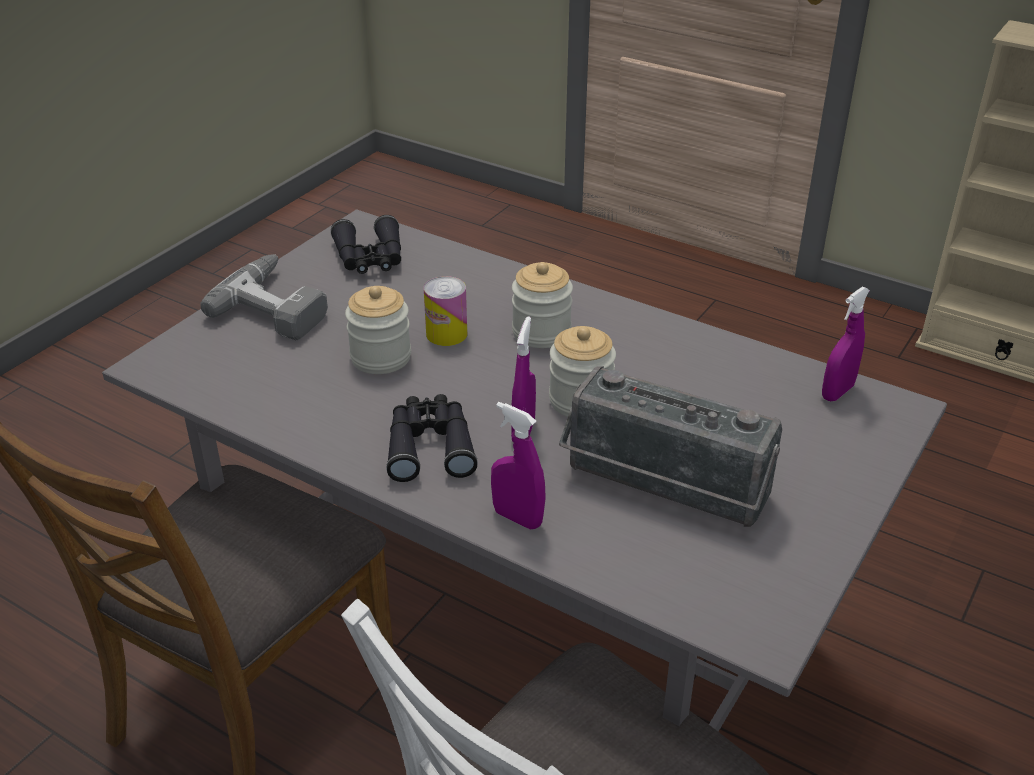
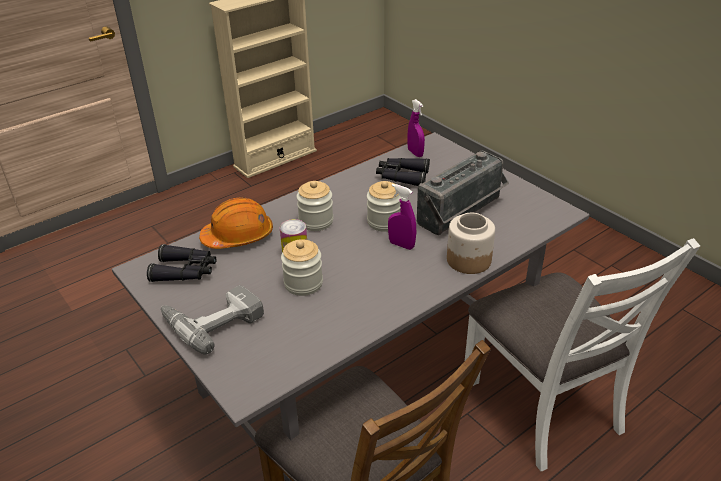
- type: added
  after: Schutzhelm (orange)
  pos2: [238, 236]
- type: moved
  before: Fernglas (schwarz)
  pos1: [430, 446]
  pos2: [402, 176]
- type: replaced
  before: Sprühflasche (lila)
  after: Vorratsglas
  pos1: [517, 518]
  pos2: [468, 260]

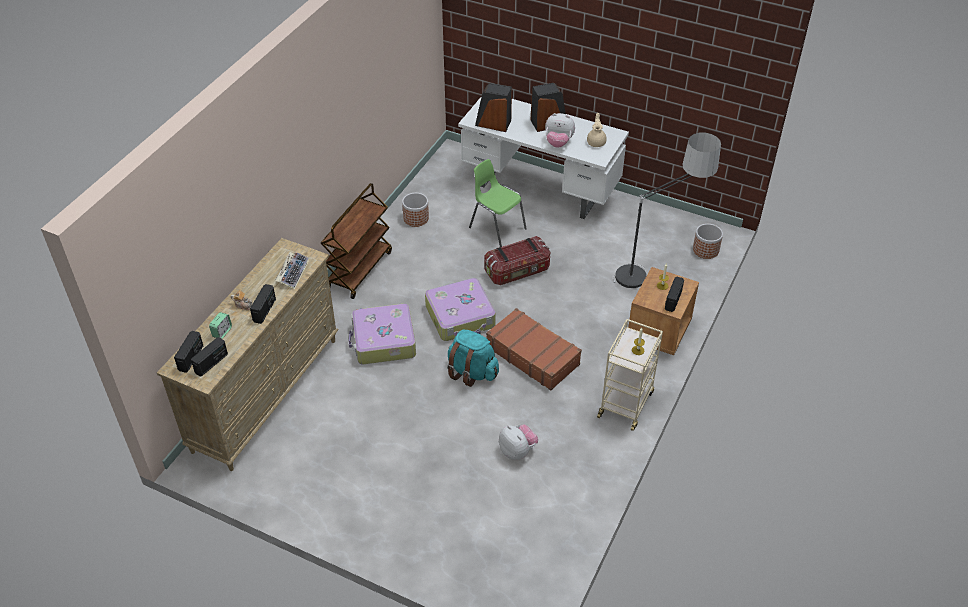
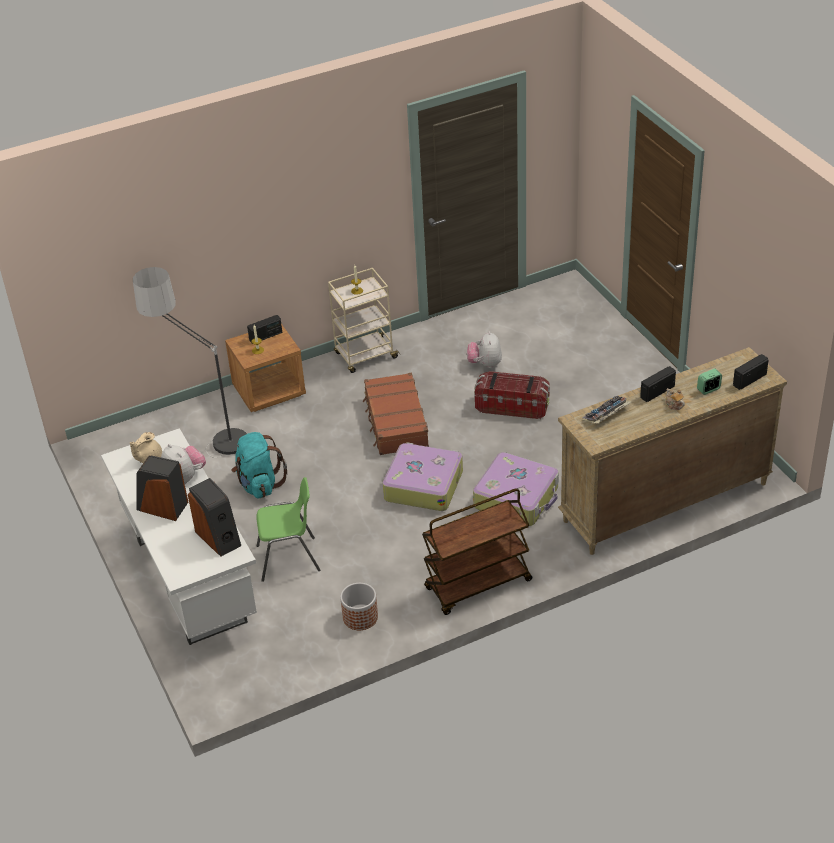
- type: moved
  before: Rucksack (türkis)
  pos1: [472, 372]
  pos2: [259, 484]
- type: turned
  before: Stuhl (grün)
  pos1: [497, 228]
  pos2: [289, 559]
  turn: -90
- type: moved
  before: Aufbewahrungsbox
  pos1: [517, 271]
  pos2: [512, 406]
- type: removed
  before: Radio
  pos1: [211, 363]
- type: removed
  before: Pflanzkübel
  pos1: [705, 250]

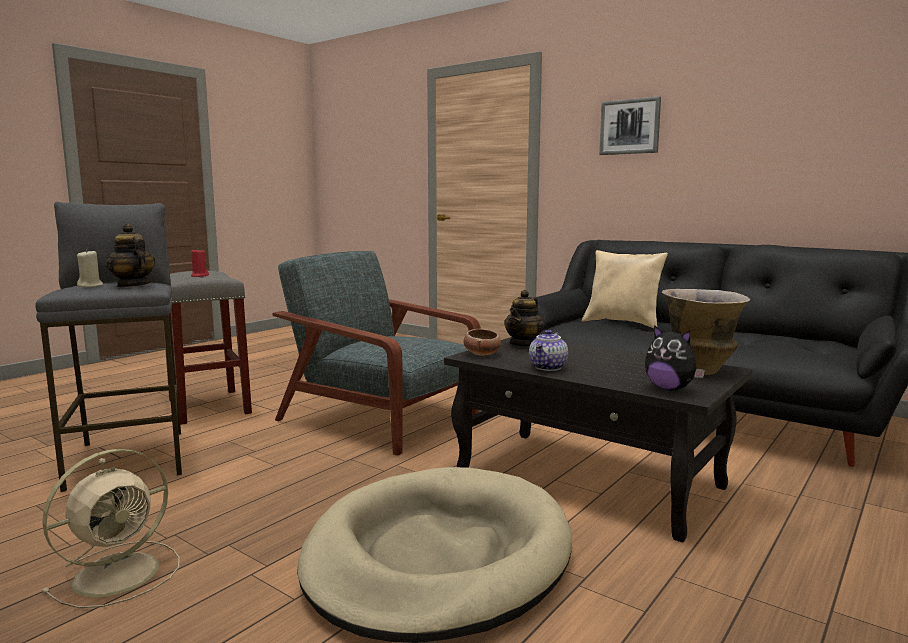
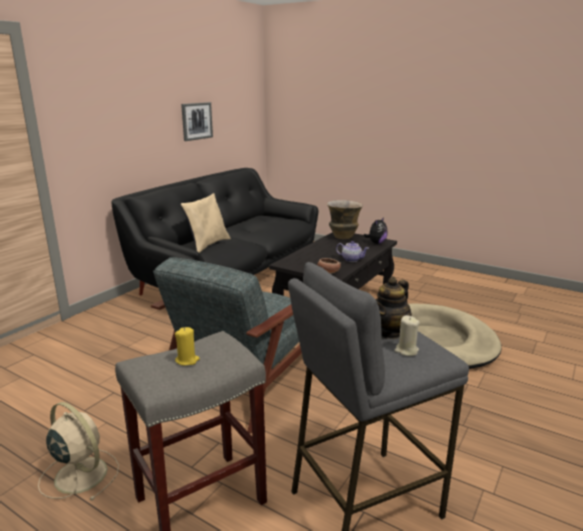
- type: moved
  before: Ventilator (beige)
  pos1: [120, 572]
  pos2: [79, 474]
- type: recoloured
  before: Kerze (rot)
  after: Kerze (gelb)
  pos1: [199, 276]
  pos2: [187, 360]
- type: moved
  before: Bild
  pos1: [630, 127]
  pos2: [196, 121]
- type: removed
  before: Teekanne
  pos1: [524, 344]

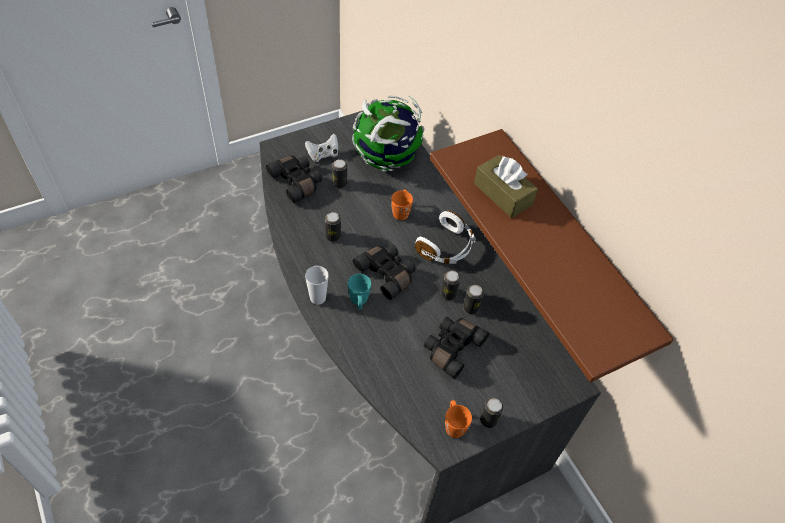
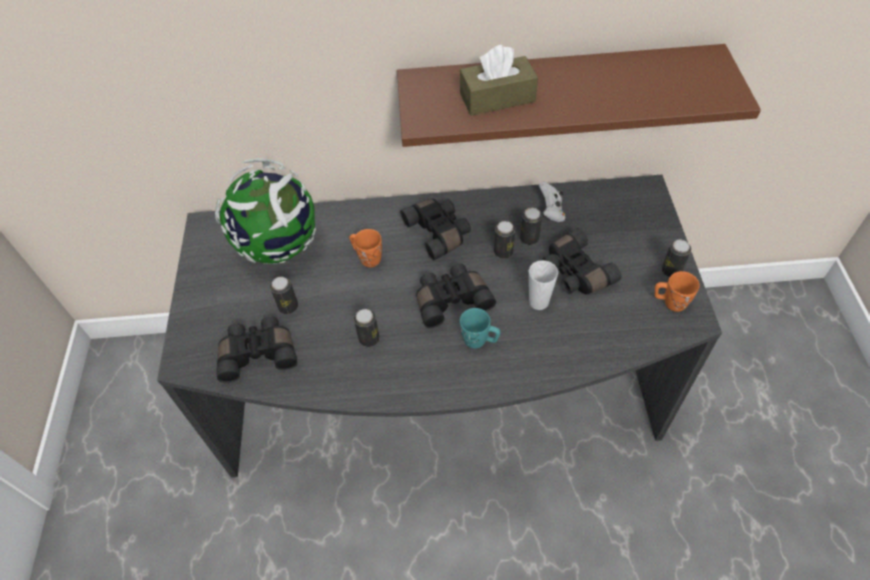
- type: replaced
  before: Kopfhörer (weiß)
  after: Fernglas (schwarz)
  pos1: [446, 247]
  pos2: [439, 232]
- type: moved
  before: Tasse
  pos1: [318, 298]
  pos2: [538, 302]
- type: moved
  before: Gamepad (weiß)
  pos1: [323, 155]
  pos2: [551, 211]

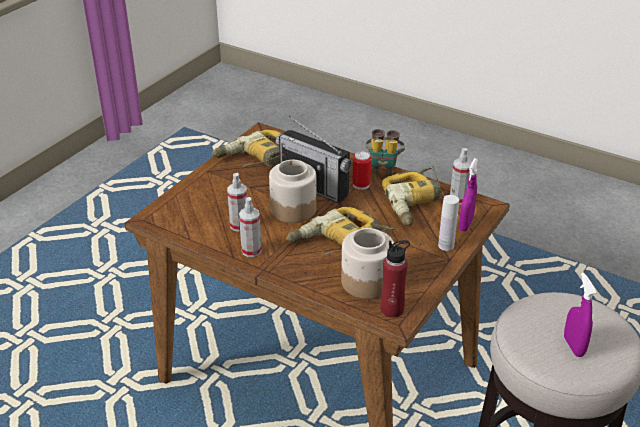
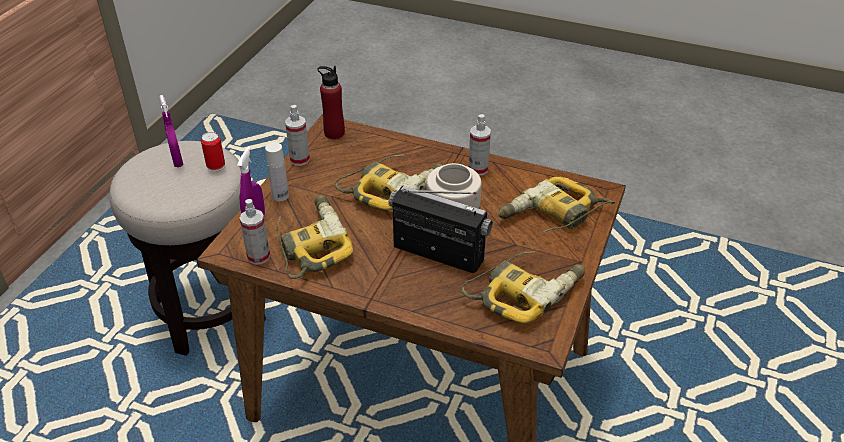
- type: moved
  before: Dose
  pos1: [361, 184]
  pos2: [216, 166]
- type: moved
  before: Sprühflasche
  pos1: [239, 225]
  pos2: [299, 159]
- type: added
  after: Bohrmaschine
  pos2: [553, 216]
- type: removed
  before: Vorratsglas
  pos1: [366, 282]
- type: removed
  before: Fernglas
  pos1: [383, 167]

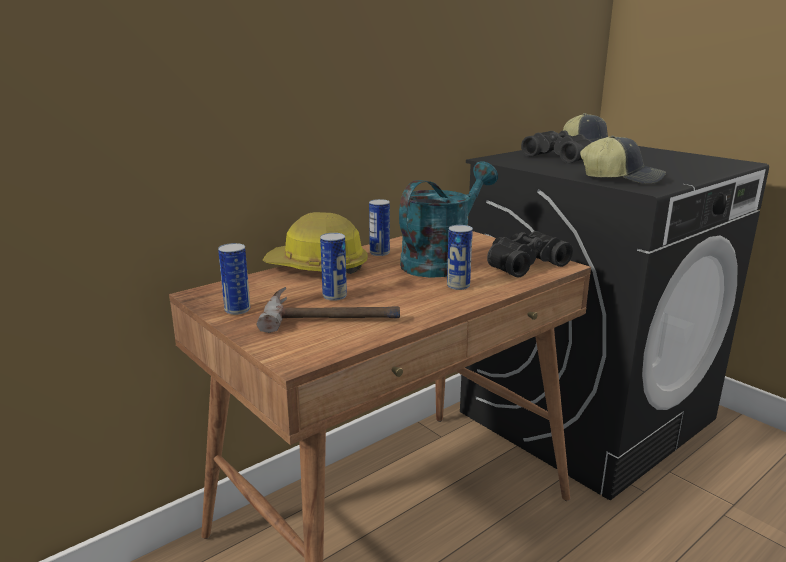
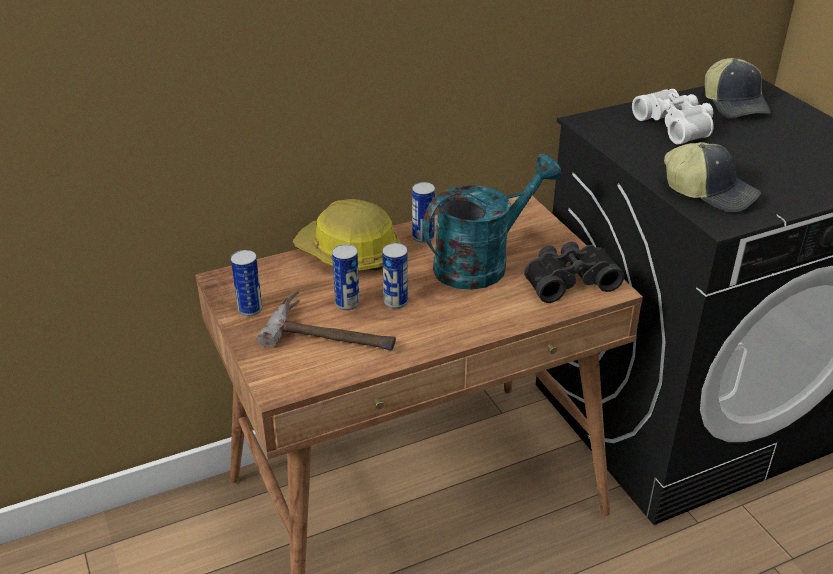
- type: moved
  before: Dose
  pos1: [458, 286]
  pos2: [395, 302]
- type: recoloured
  before: Fernglas (schwarz)
  after: Fernglas (weiß)
  pos1: [560, 157]
  pos2: [676, 126]

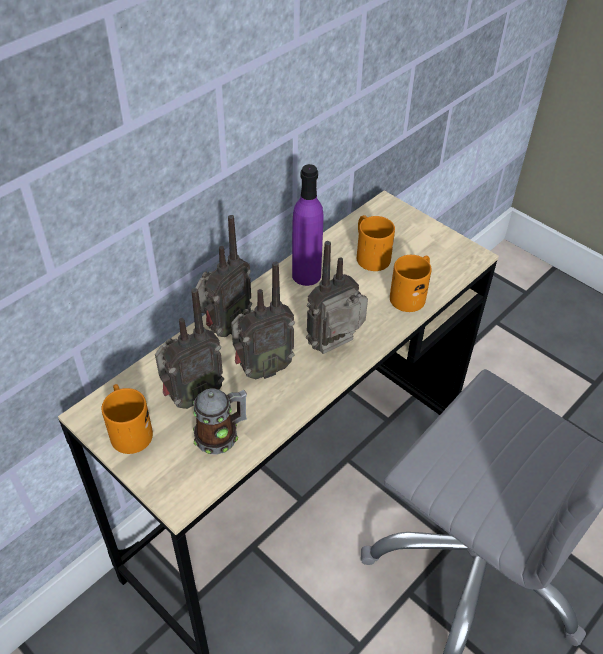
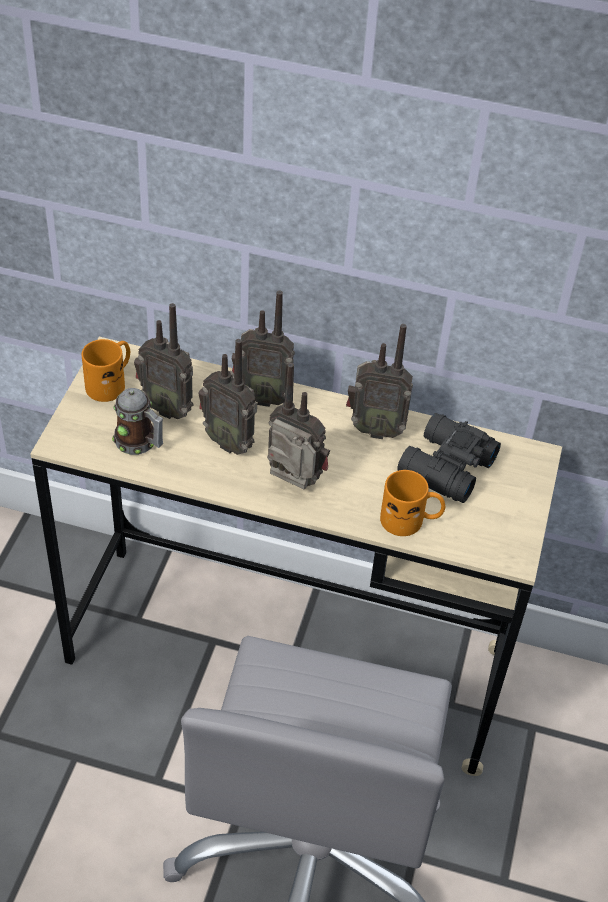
- type: replaced
  before: Flasche (lila)
  after: Radio
  pos1: [306, 275]
  pos2: [375, 428]
- type: replaced
  before: Henkelbecher (orange)
  after: Fernglas (schwarz)
  pos1: [369, 255]
  pos2: [444, 467]

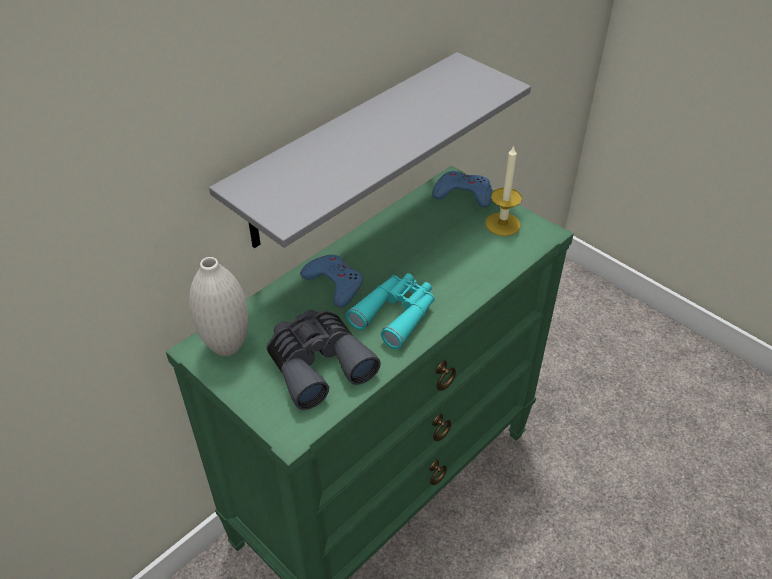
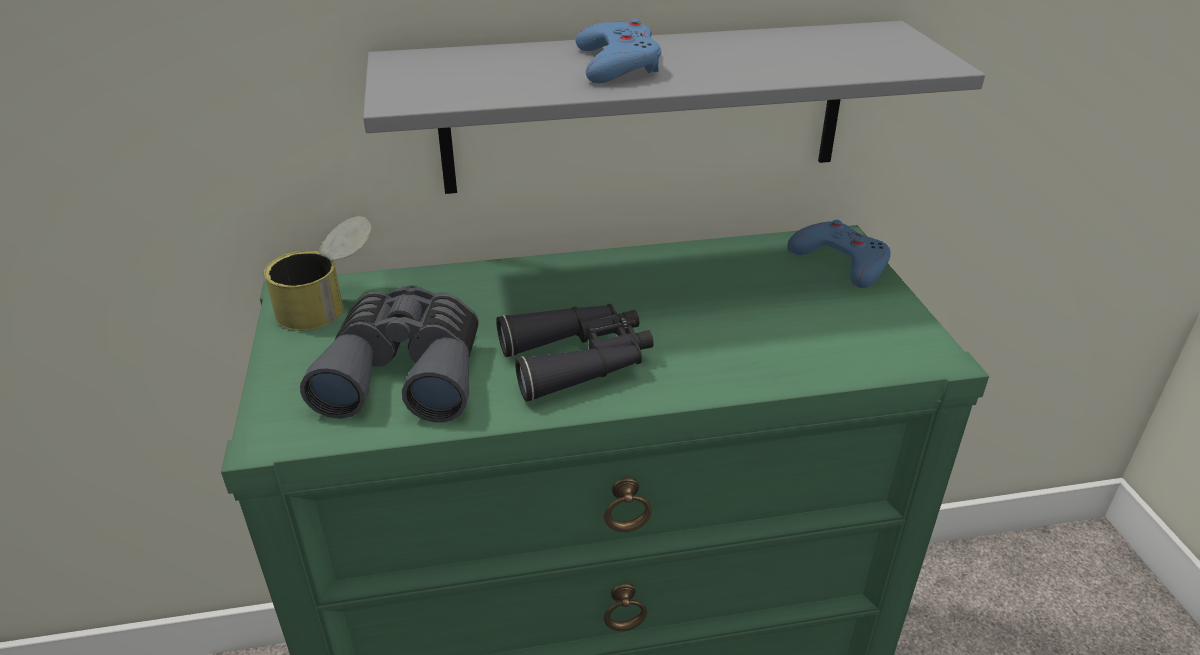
- type: replaced
  before: Vase (weiß)
  after: Dose
  pos1: [227, 347]
  pos2: [329, 304]
- type: recoloured
  before: Fernglas (türkis)
  after: Fernglas (schwarz)
  pos1: [396, 314]
  pos2: [578, 361]
- type: moved
  before: Gamepad (blau)
  pos1: [334, 283]
  pos2: [617, 63]
- type: removed
  before: Kerze
  pos1: [502, 224]

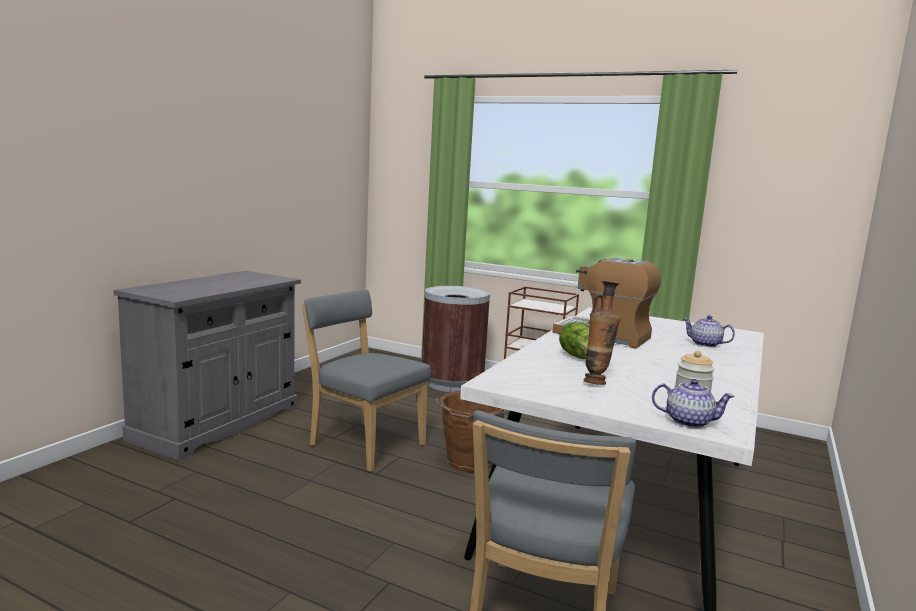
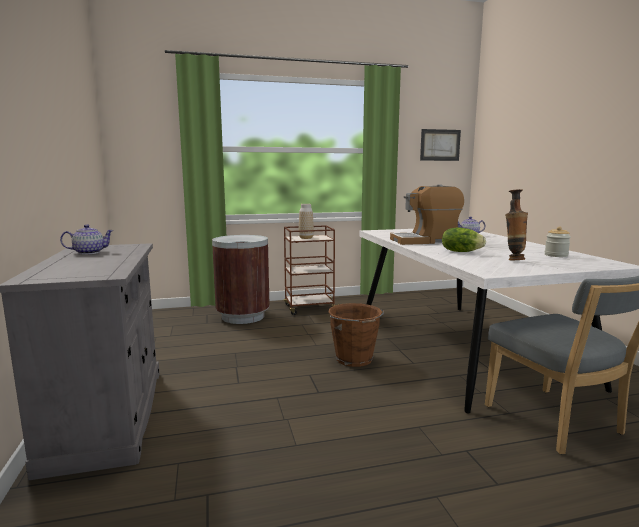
- type: moved
  before: Teekanne
  pos1: [688, 421]
  pos2: [89, 252]
- type: added
  after: Vase
  pos2: [306, 238]
- type: added
  after: Bild
  pos2: [440, 145]
- type: removed
  before: Stuhl (grau)
  pos1: [363, 444]

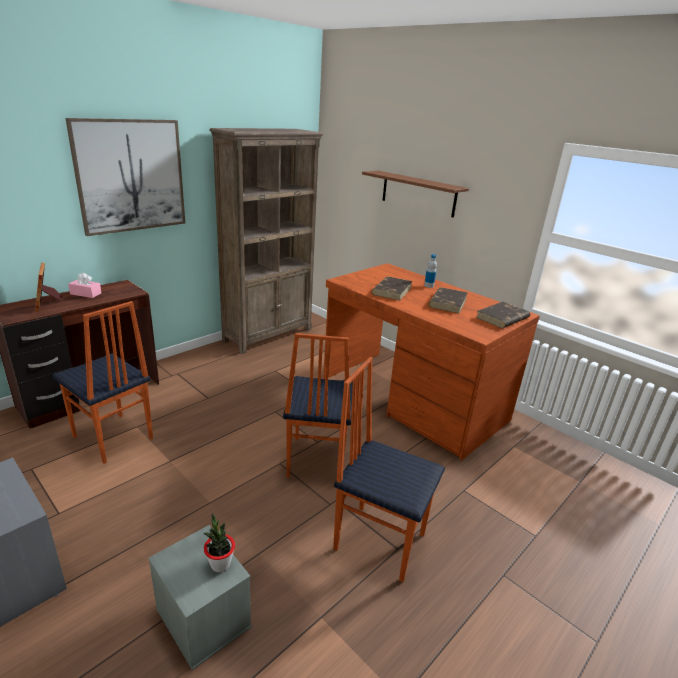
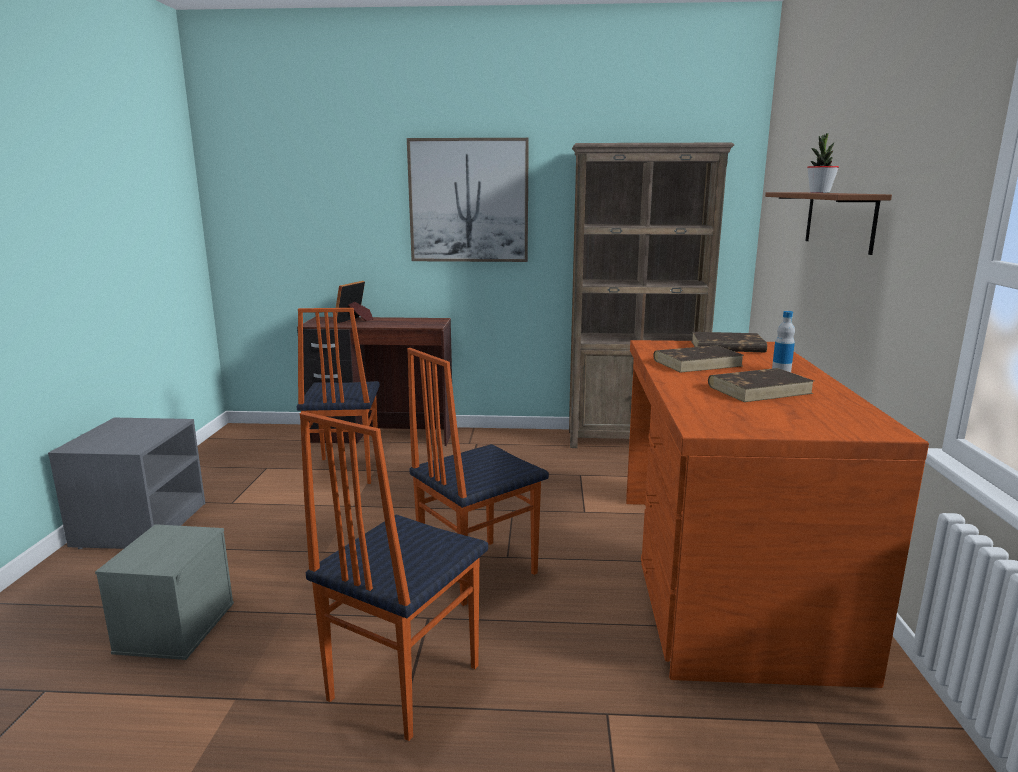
- type: turned
  before: Stuhl
  pos1: [379, 540]
  pos2: [401, 682]
  turn: -135
- type: moved
  before: Buch (braun)
  pos1: [502, 318]
  pos2: [726, 347]
- type: moved
  before: Topfpflanze
  pos1: [220, 564]
  pos2: [819, 192]
- type: removed
  before: Taschentuchbox (rosa)
  pos1: [86, 293]

